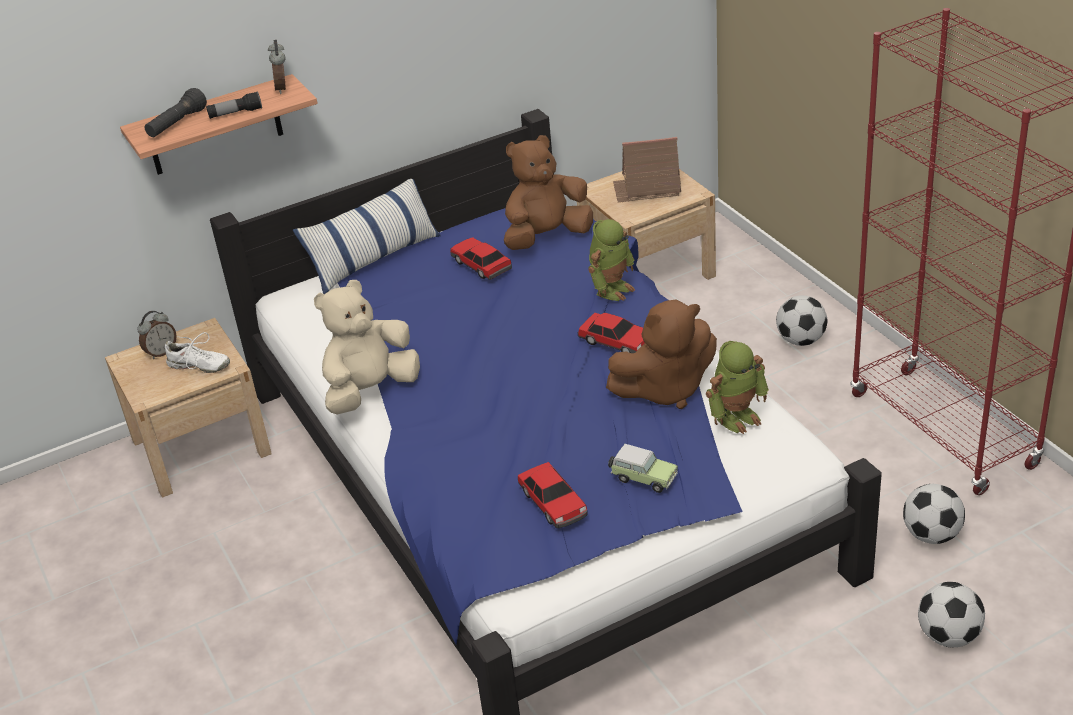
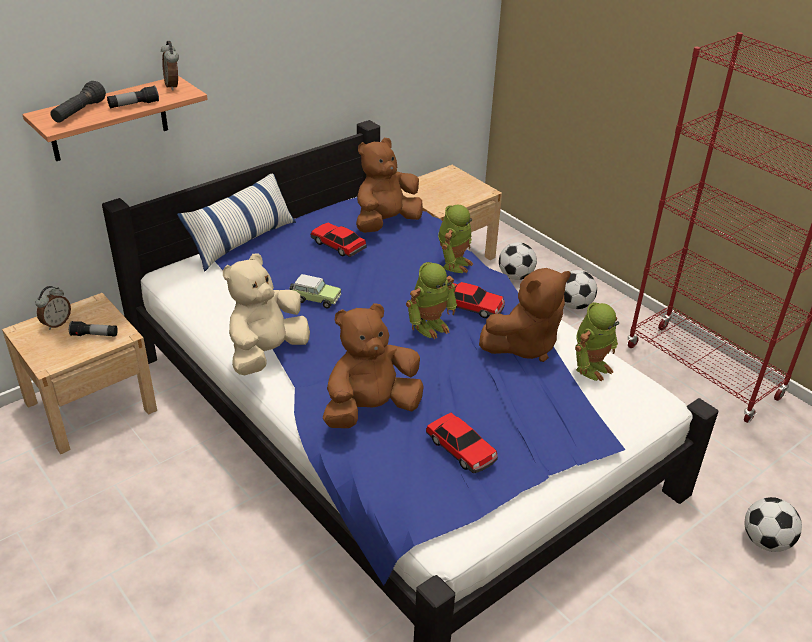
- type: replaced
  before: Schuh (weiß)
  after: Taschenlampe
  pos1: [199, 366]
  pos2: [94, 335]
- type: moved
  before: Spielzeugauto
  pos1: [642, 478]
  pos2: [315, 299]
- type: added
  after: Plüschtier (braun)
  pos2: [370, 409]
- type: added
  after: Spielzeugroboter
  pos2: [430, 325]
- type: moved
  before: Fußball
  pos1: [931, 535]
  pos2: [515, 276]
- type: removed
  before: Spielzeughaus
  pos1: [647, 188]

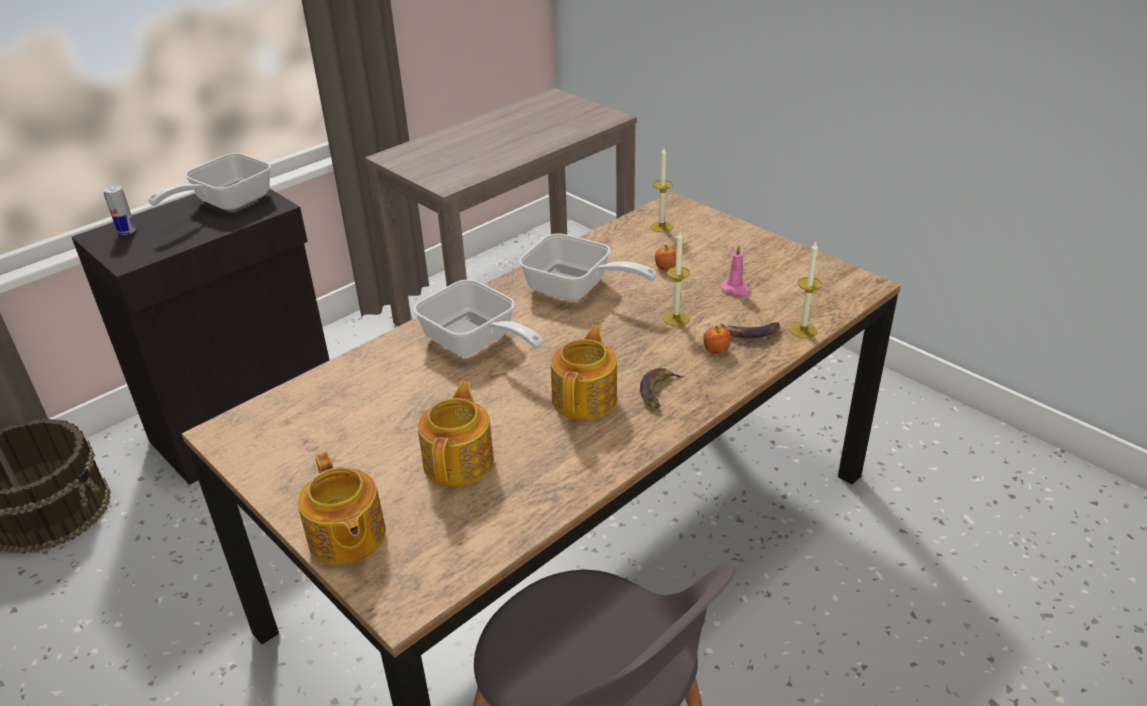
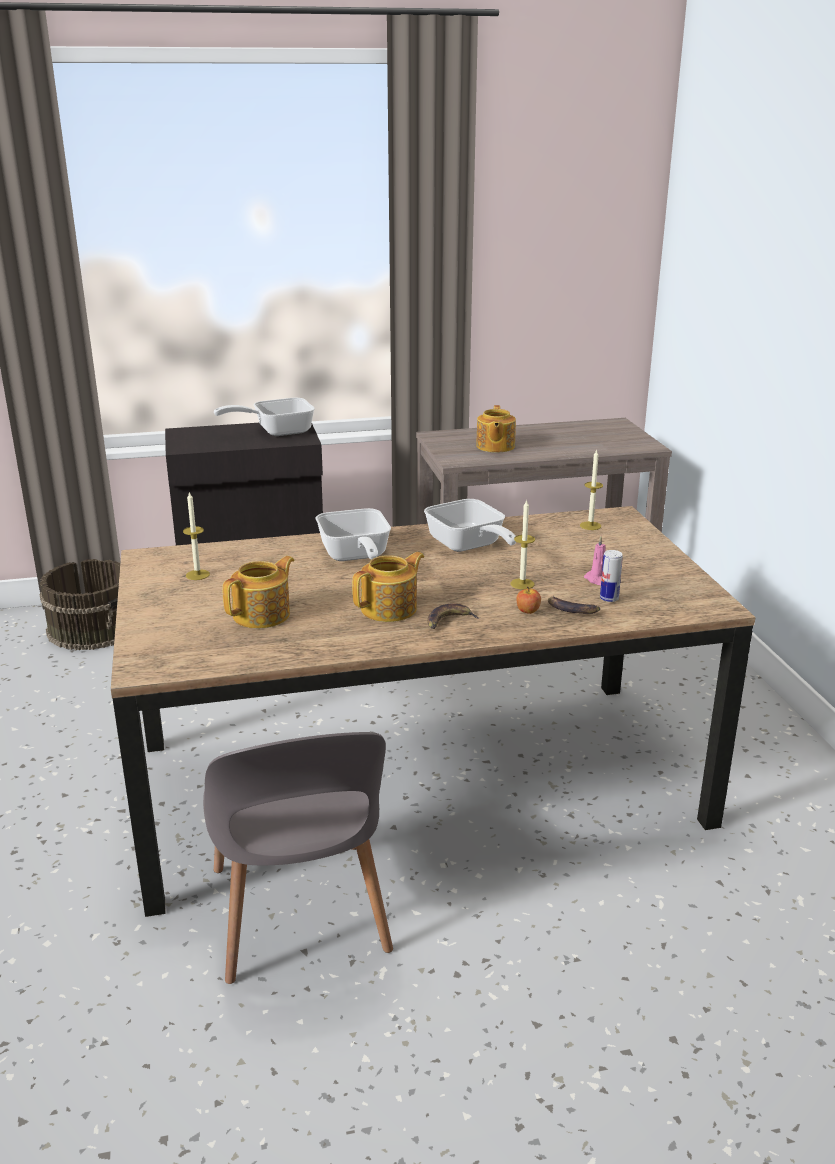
- type: moved
  before: Kerze
  pos1: [803, 330]
  pos2: [197, 575]
- type: moved
  before: Teekanne
  pos1: [346, 538]
  pos2: [495, 446]
- type: moved
  before: Dose
  pos1: [127, 231]
  pos2: [609, 598]
- type: removed
  before: Apfel
  pos1: [666, 267]

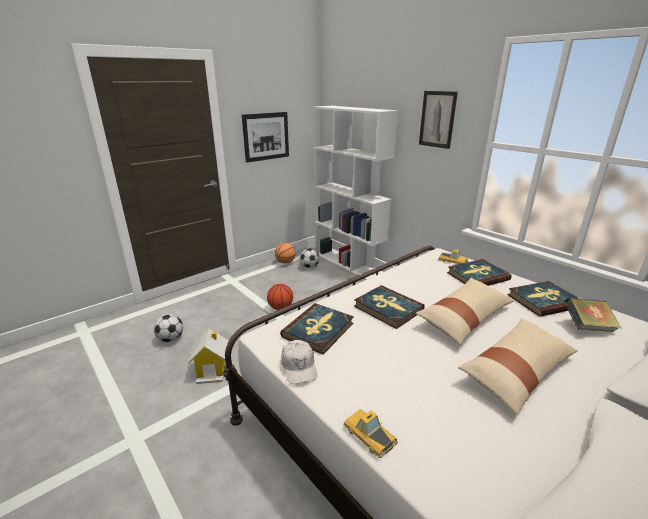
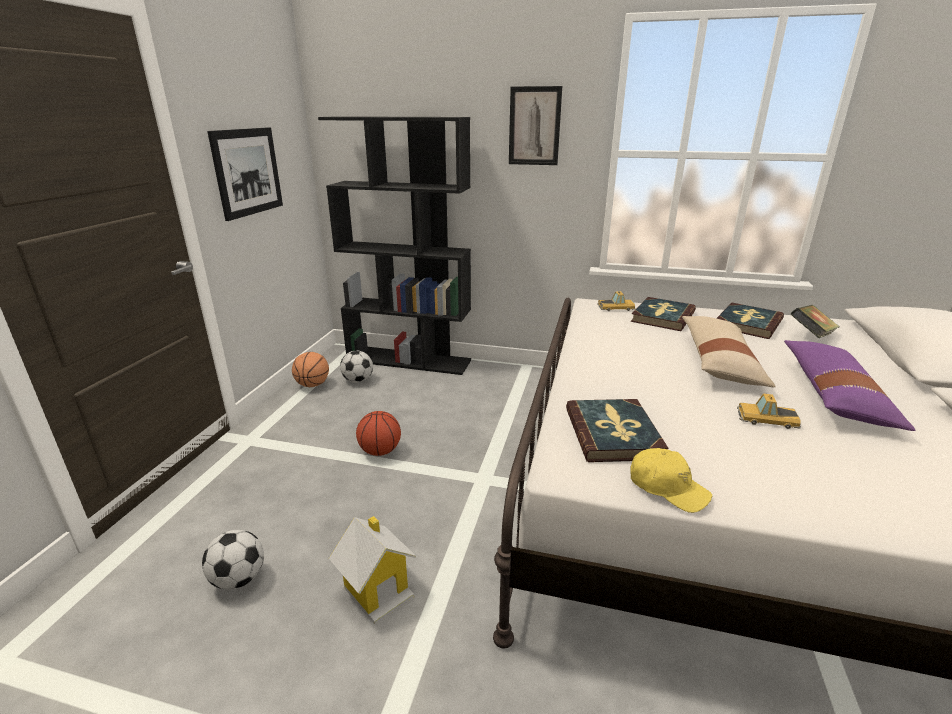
- type: recoloured
  before: Bücherregal (weiß)
  after: Bücherregal (schwarz)
  pos1: [349, 264]
  pos2: [410, 360]
- type: recoloured
  before: Kappe (weiß)
  after: Kappe (gelb)
  pos1: [299, 367]
  pos2: [667, 487]
- type: moved
  before: Spielzeugauto
  pos1: [369, 434]
  pos2: [766, 419]
- type: recoloured
  before: Kissen (beige)
  after: Kissen (lila)
  pos1: [516, 371]
  pos2: [835, 395]
- type: removed
  before: Buch
  pos1: [388, 308]

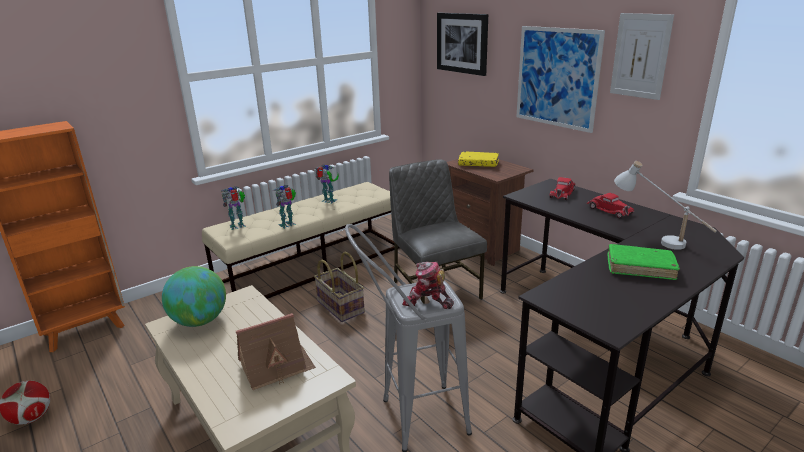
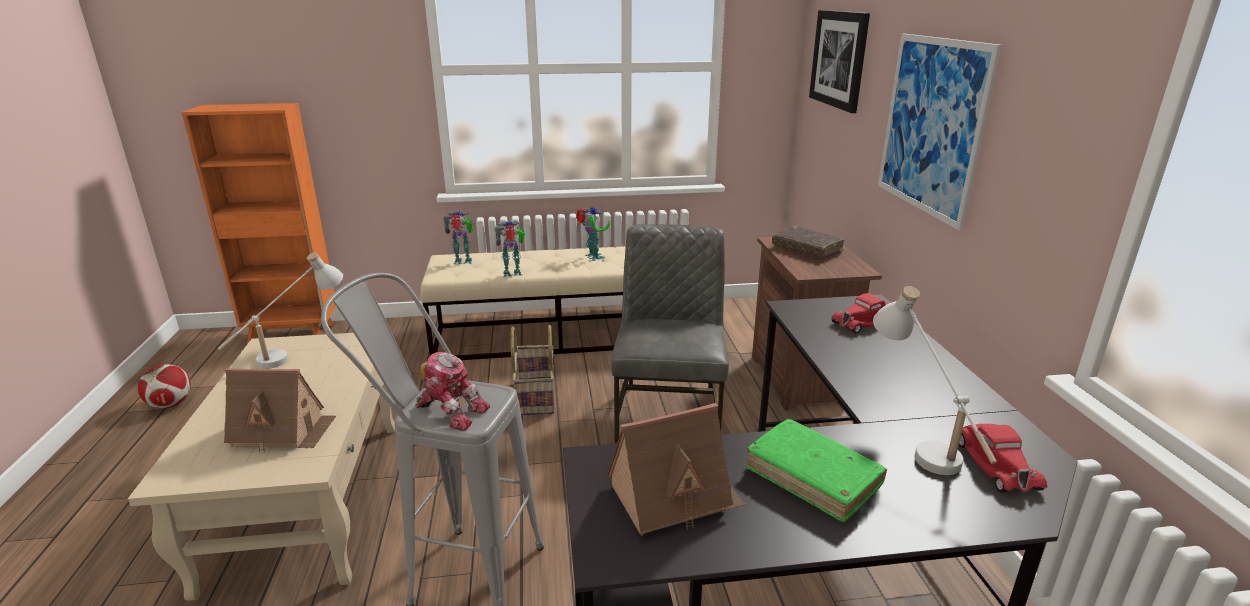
- type: replaced
  before: Globus
  after: Tischlampe (weiß)
  pos1: [199, 321]
  pos2: [293, 353]
- type: turned
  before: Spielzeugroboter
  pos1: [427, 301]
  pos2: [451, 411]
  turn: 150
- type: added
  after: Spielzeughaus
  pos2: [674, 496]
- type: recoloured
  before: Buch (gelb)
  after: Buch (braun)
  pos1: [478, 164]
  pos2: [806, 249]
- type: moved
  before: Spielzeugauto (rot)
  pos1: [609, 210]
  pos2: [994, 463]
- type: removed
  before: Bild
  pos1: [640, 56]

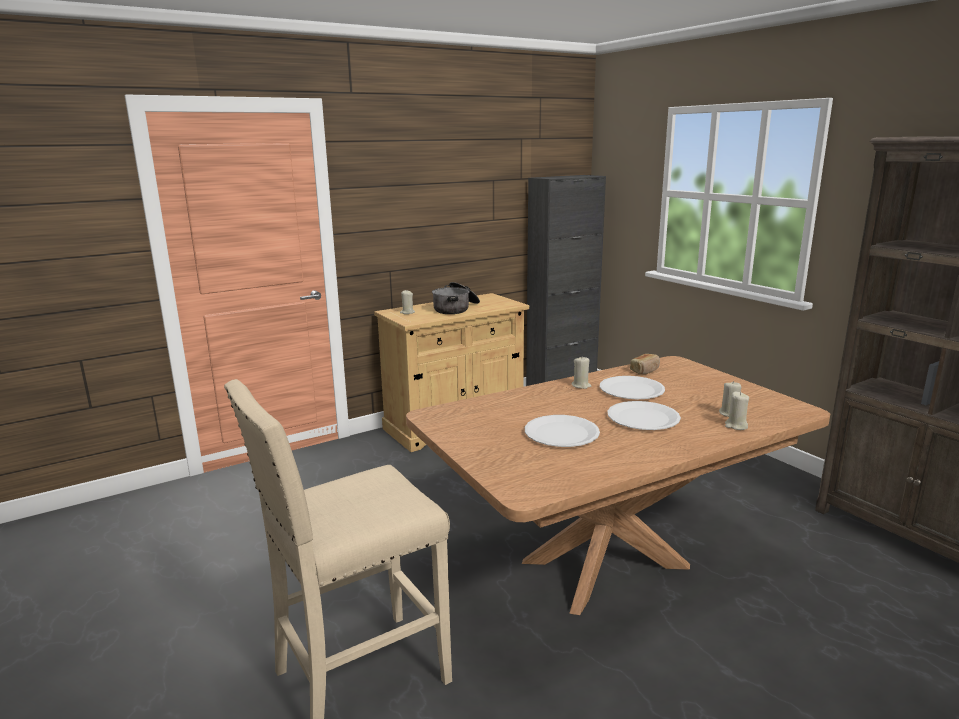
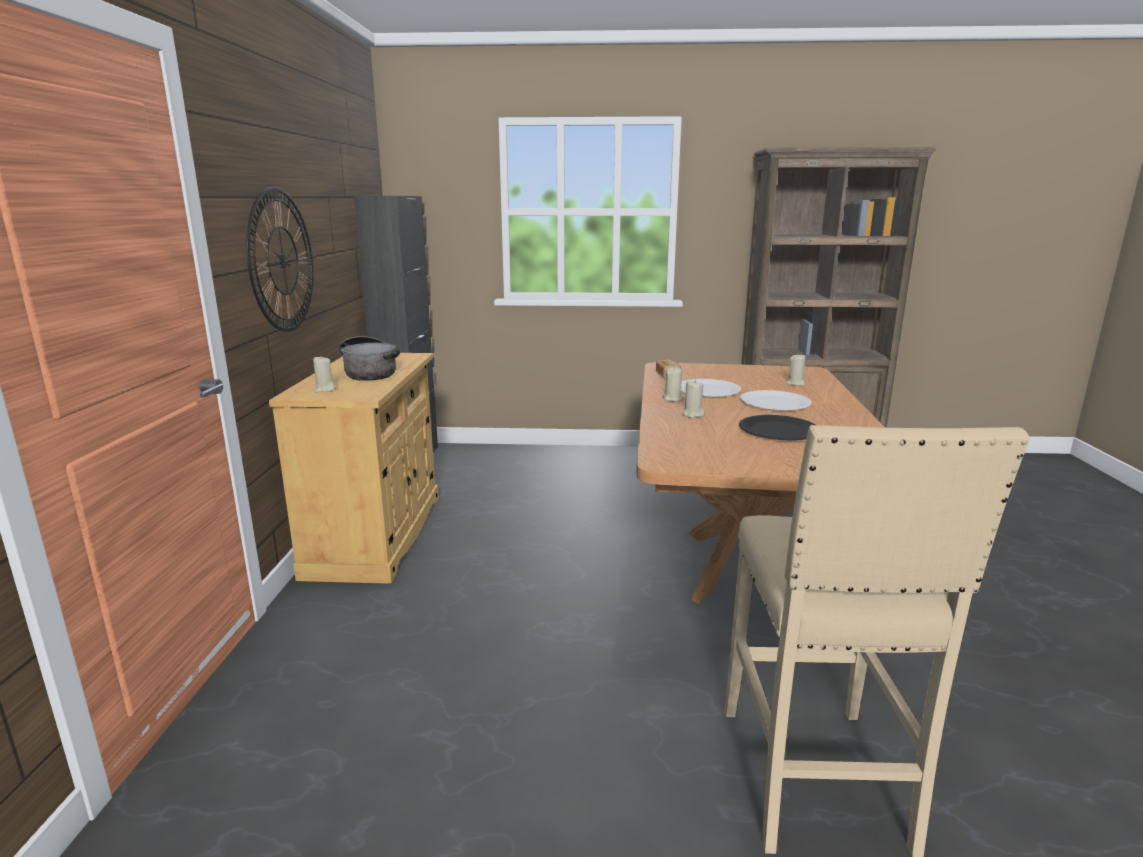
- type: added
  after: Wanduhr
  pos2: [282, 261]
- type: moved
  before: Kerze (beige)
  pos1: [736, 426]
  pos2: [692, 414]
- type: recoloured
  before: Teller (weiß)
  after: Teller (schwarz)
  pos1: [561, 433]
  pos2: [778, 430]

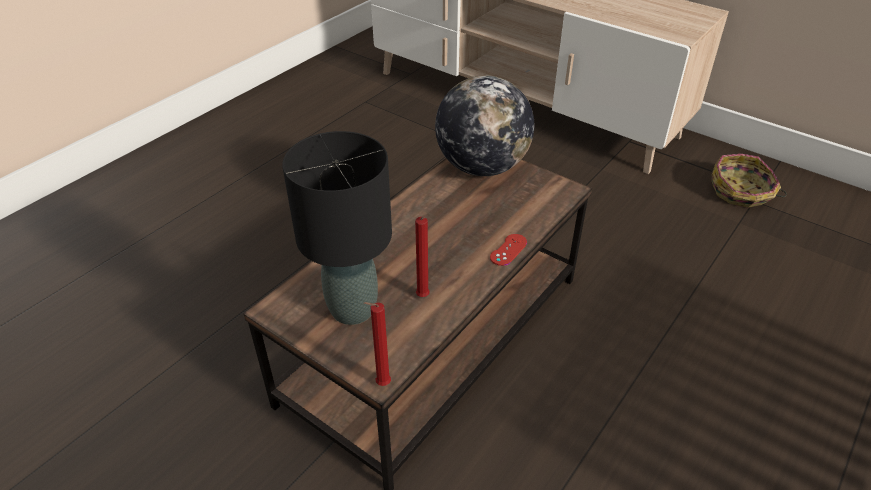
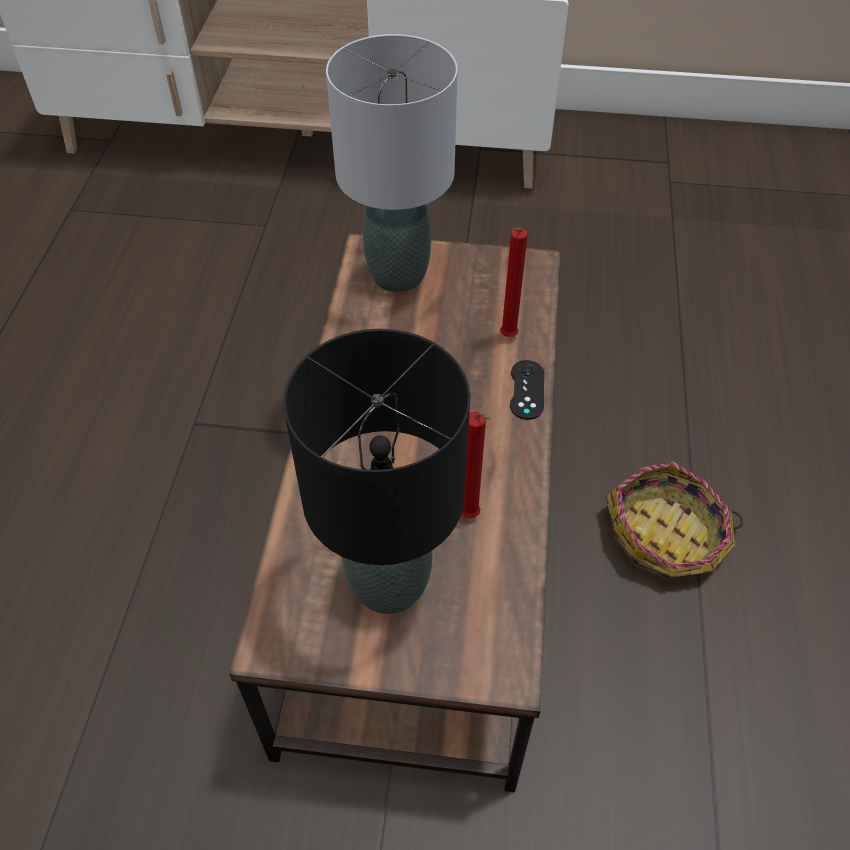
- type: replaced
  before: Globus
  after: Tischlampe (grau)
  pos1: [482, 167]
  pos2: [398, 273]
- type: moved
  before: Kerze (rot)
  pos1: [381, 384]
  pos2: [507, 337]
- type: recoloured
  before: Gamepad (rot)
  after: Gamepad (schwarz)
  pos1: [508, 250]
  pos2: [527, 390]
- type: moved
  before: Korb
  pos1: [741, 192]
  pos2: [666, 536]

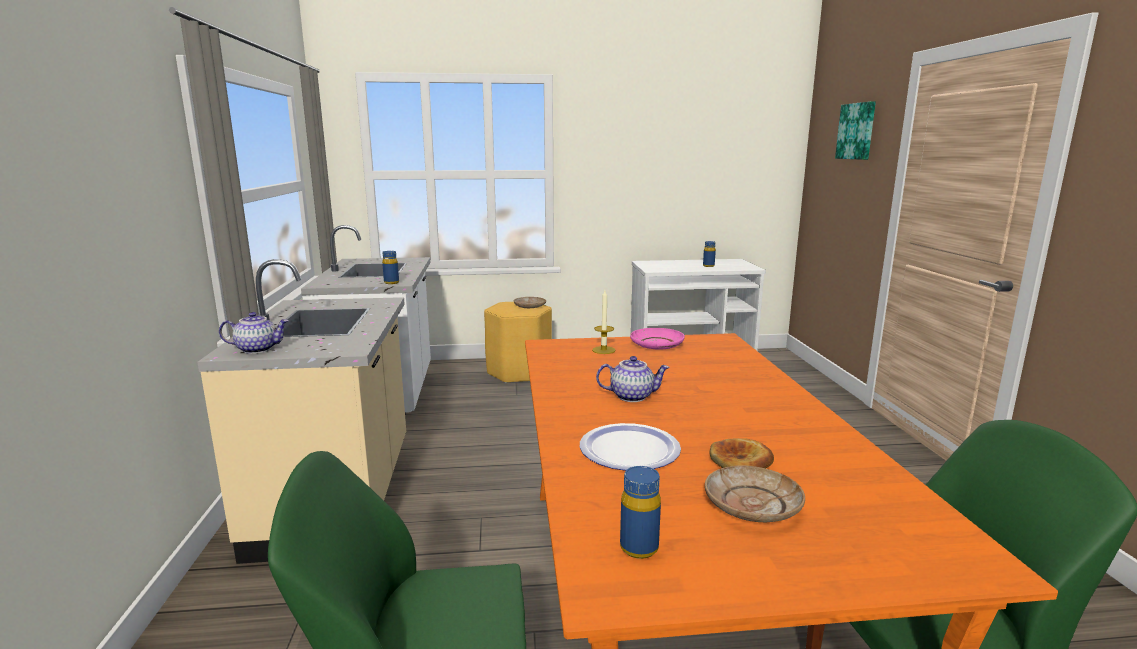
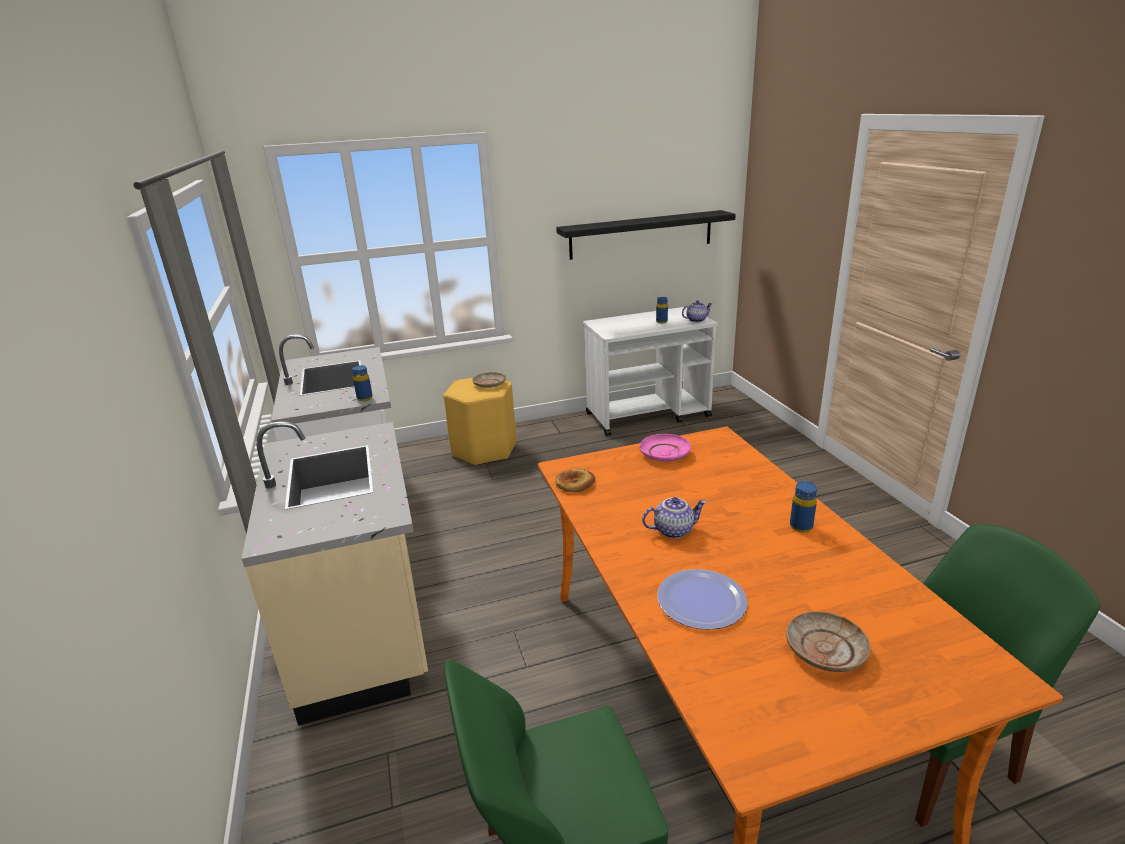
- type: added
  after: Wandregal (schwarz)
  pos2: [641, 234]
- type: moved
  before: Brot
  pos1: [740, 460]
  pos2: [575, 483]
- type: moved
  before: Teekanne
  pos1: [258, 349]
  pos2: [696, 320]
- type: moved
  before: Flasche (blau)
  pos1: [639, 548]
  pos2: [801, 526]
- type: removed
  before: Kerze
  pos1: [603, 350]
- type: removed
  before: Bild
  pos1: [857, 131]

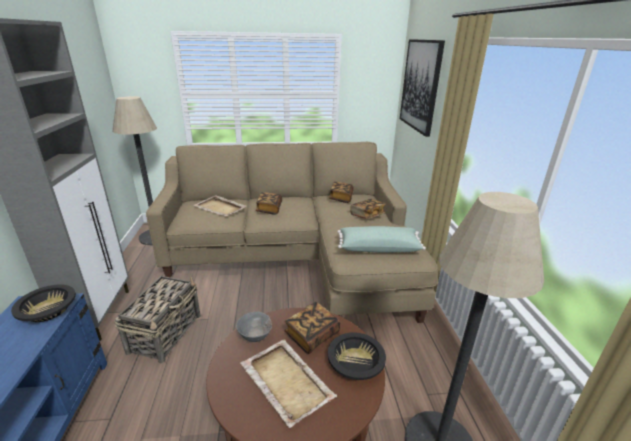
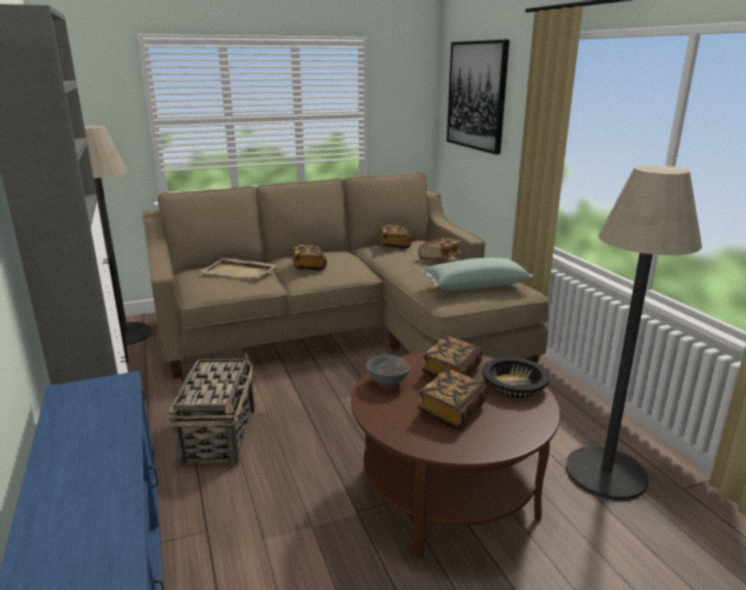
- type: replaced
  before: Tablett (beige)
  after: Buch
  pos1: [286, 381]
  pos2: [451, 411]
- type: removed
  before: Schüssel (schwarz)
  pos1: [48, 310]

